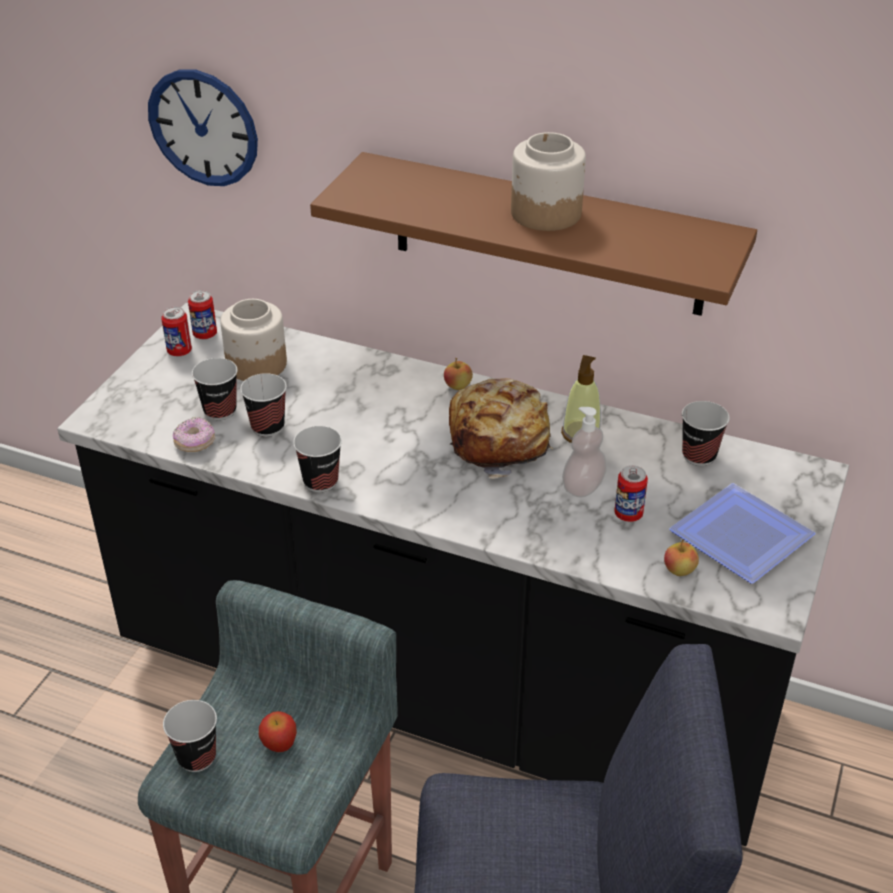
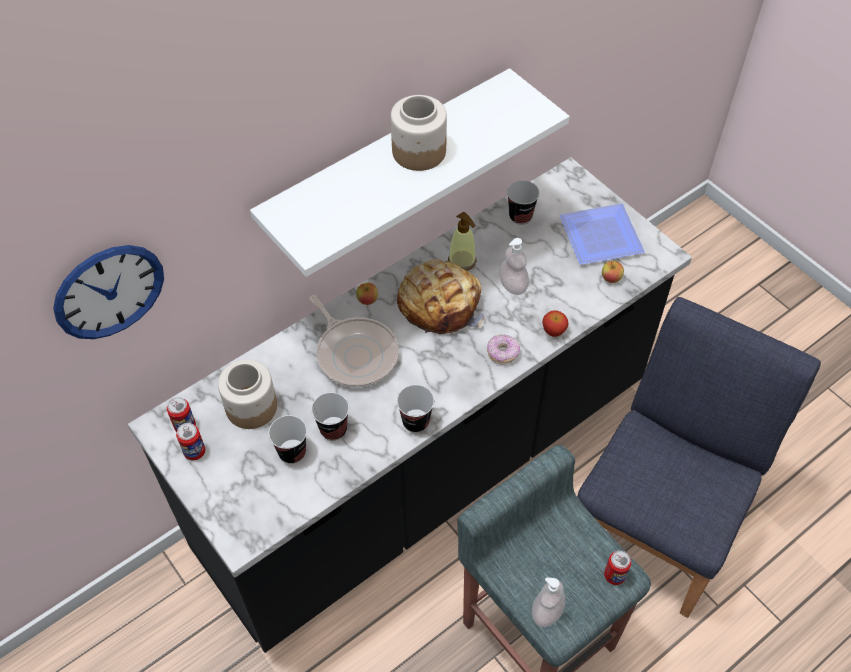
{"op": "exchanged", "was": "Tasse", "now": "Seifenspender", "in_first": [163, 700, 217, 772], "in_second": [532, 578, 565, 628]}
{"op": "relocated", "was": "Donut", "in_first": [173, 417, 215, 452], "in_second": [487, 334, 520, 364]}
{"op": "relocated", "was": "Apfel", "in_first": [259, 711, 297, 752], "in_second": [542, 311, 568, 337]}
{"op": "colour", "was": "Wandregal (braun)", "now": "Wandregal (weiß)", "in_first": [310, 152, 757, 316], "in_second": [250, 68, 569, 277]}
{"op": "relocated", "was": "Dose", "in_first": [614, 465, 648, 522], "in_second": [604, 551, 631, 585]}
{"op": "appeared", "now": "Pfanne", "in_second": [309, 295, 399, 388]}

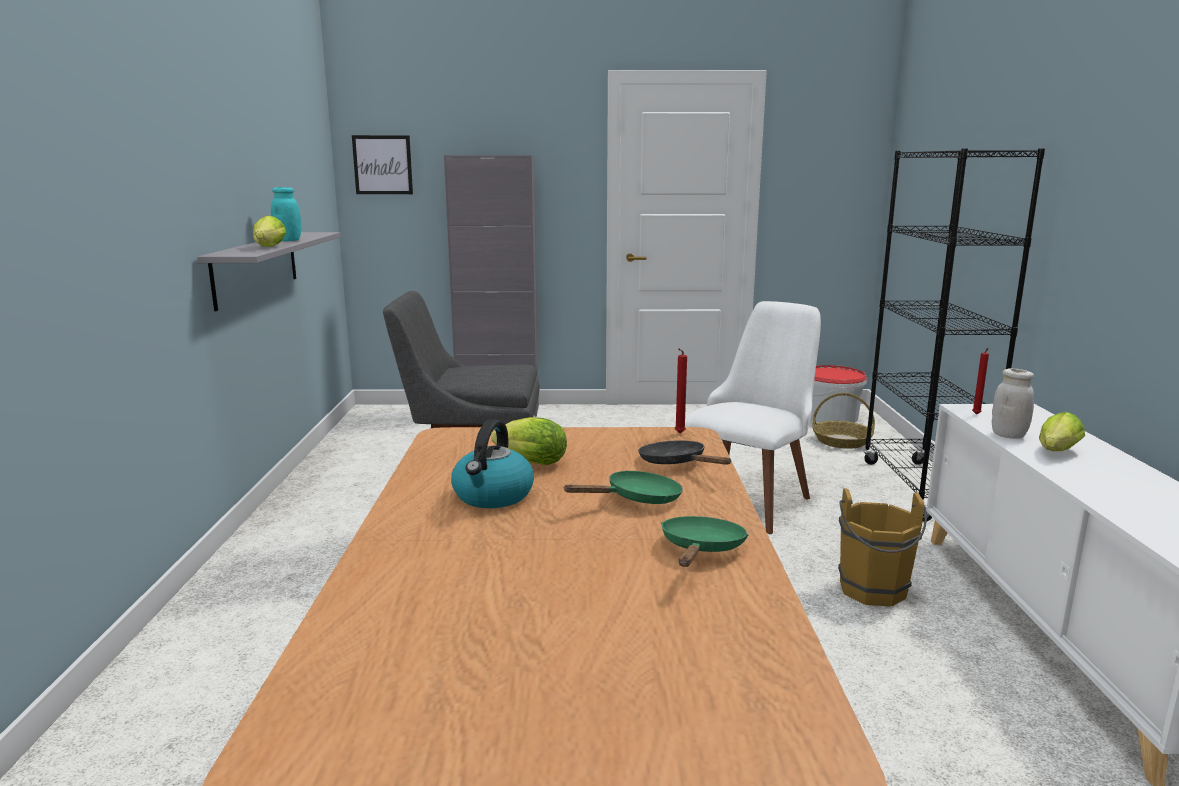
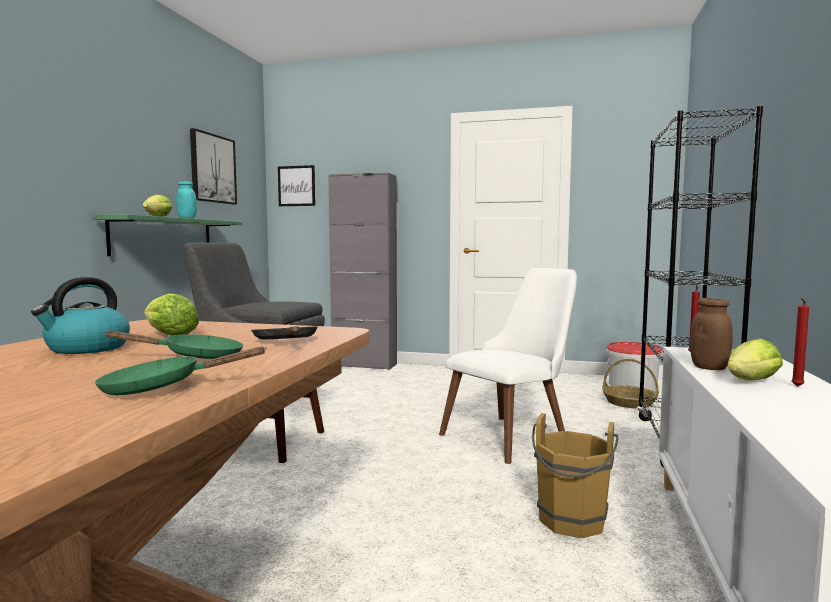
{"op": "colour", "was": "Wandregal (grau)", "now": "Wandregal (grün)", "in_first": [197, 232, 341, 311], "in_second": [93, 214, 242, 256]}
{"op": "spun", "was": "Pfanne (grün)", "in_first": [661, 516, 749, 567], "in_second": [95, 347, 267, 395], "clockwise": -135}
{"op": "relocated", "was": "Kerze (rot)", "in_first": [675, 348, 687, 433], "in_second": [791, 298, 809, 387]}
{"op": "colour", "was": "Vorratsglas (weiß)", "now": "Vorratsglas (braun)", "in_first": [992, 368, 1034, 439], "in_second": [690, 298, 733, 370]}
{"op": "appeared", "now": "Bild", "in_second": [190, 128, 237, 204]}

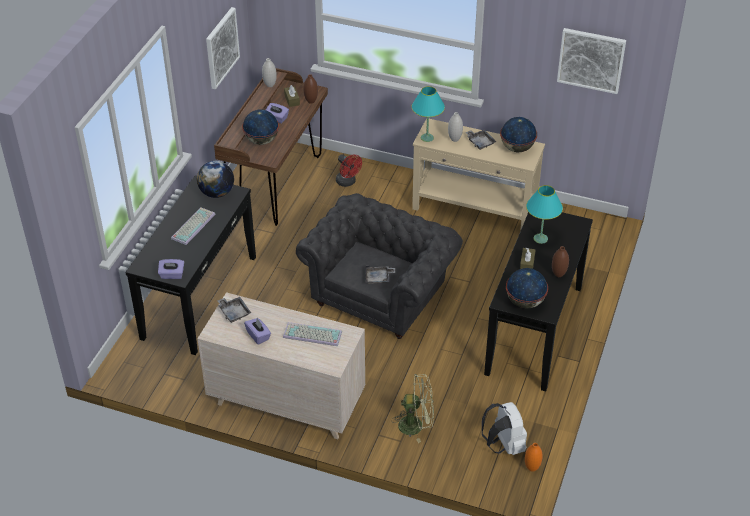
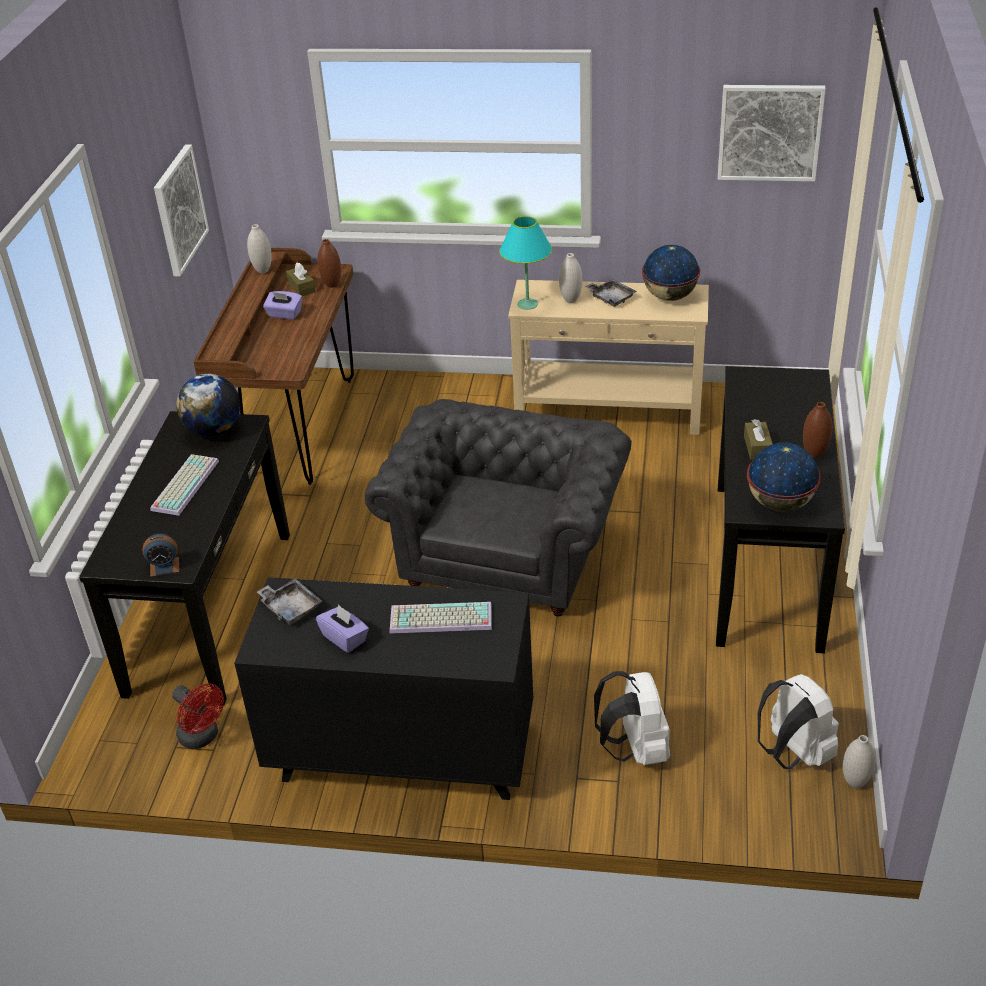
{"op": "exchanged", "was": "Taschentuchbox (lila)", "now": "Wecker", "in_first": [158, 259, 184, 279], "in_second": [143, 534, 179, 577]}
{"op": "colour", "was": "Kommode (beige)", "now": "Kommode (schwarz)", "in_first": [197, 292, 365, 439], "in_second": [234, 577, 533, 800]}
{"op": "missing", "was": "Globus", "in_first": [242, 109, 279, 145]}
{"op": "relocated", "was": "Ventilator (rot)", "in_first": [336, 154, 362, 187], "in_second": [172, 683, 224, 749]}
{"op": "missing", "was": "Tablett (grau)", "in_first": [365, 265, 395, 284]}
{"op": "exchanged", "was": "Ventilator (grün)", "now": "Rucksack (weiß)", "in_first": [391, 374, 434, 443], "in_second": [594, 671, 670, 765]}
{"op": "colour", "was": "Vase (orange)", "now": "Vase (weiß)", "in_first": [525, 443, 543, 472], "in_second": [843, 735, 875, 788]}
{"op": "missing", "was": "Tischlampe (türkis)", "in_first": [526, 185, 563, 244]}

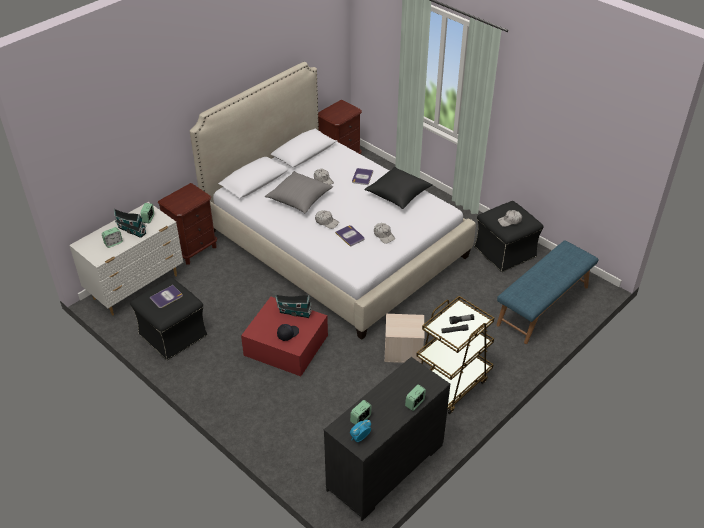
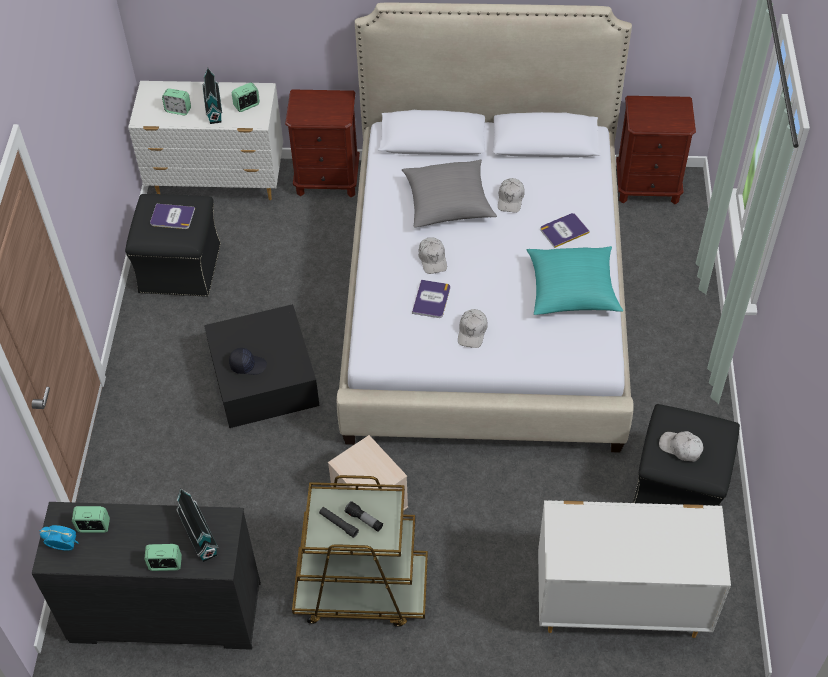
{"op": "colour", "was": "Aufbewahrungsbox (rot)", "now": "Aufbewahrungsbox (schwarz)", "in_first": [241, 297, 328, 376], "in_second": [204, 304, 320, 428]}
{"op": "relocated", "was": "Spielzeughaus", "in_first": [275, 295, 312, 318], "in_second": [176, 488, 218, 562]}
{"op": "colour", "was": "Kissen (schwarz)", "now": "Kissen (türkis)", "in_first": [364, 167, 433, 209], "in_second": [527, 246, 623, 315]}
{"op": "exchanged", "was": "Bank (blau)", "now": "Kommode (weiß)", "in_first": [496, 241, 599, 344], "in_second": [538, 500, 731, 638]}

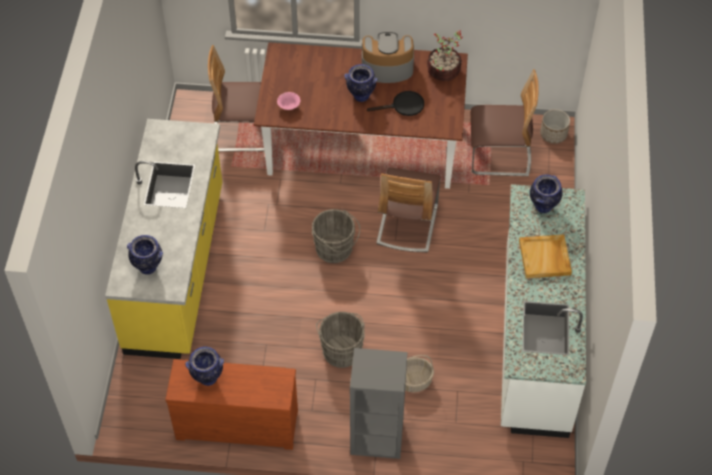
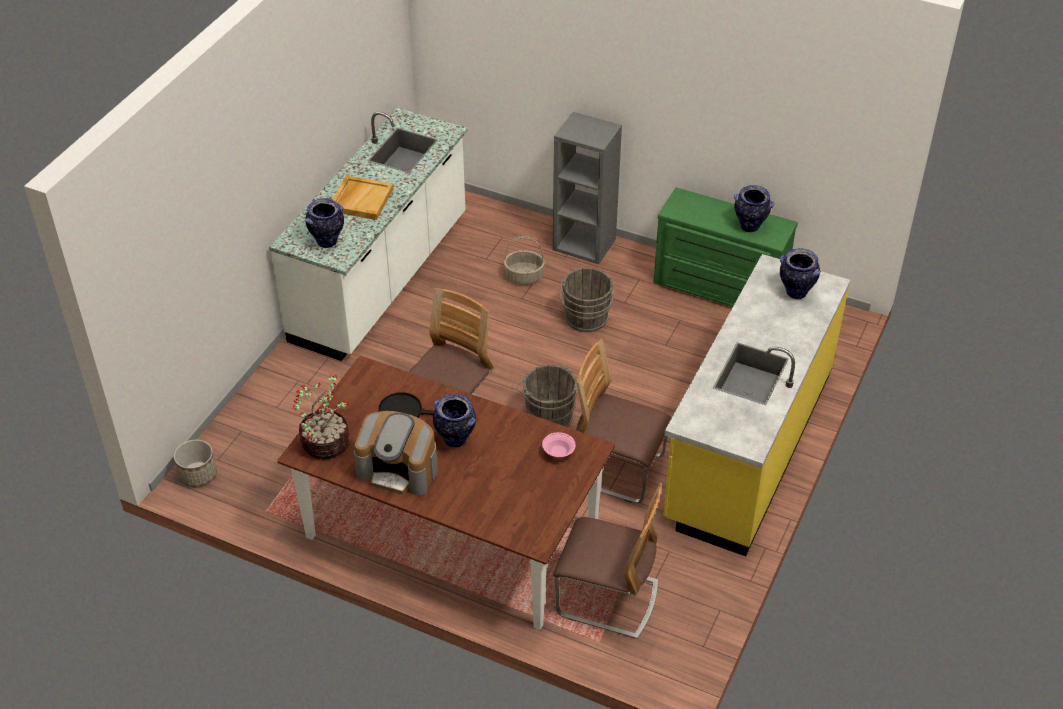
{"op": "colour", "was": "Kommode (braun)", "now": "Kommode (grün)", "in_first": [165, 359, 298, 450], "in_second": [653, 187, 798, 307]}
{"op": "relocated", "was": "Stuhl", "in_first": [471, 69, 539, 176], "in_second": [576, 339, 671, 503]}

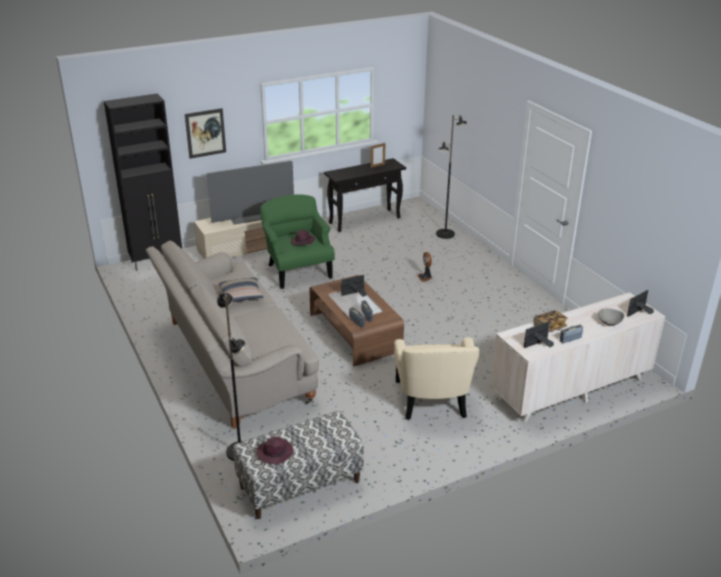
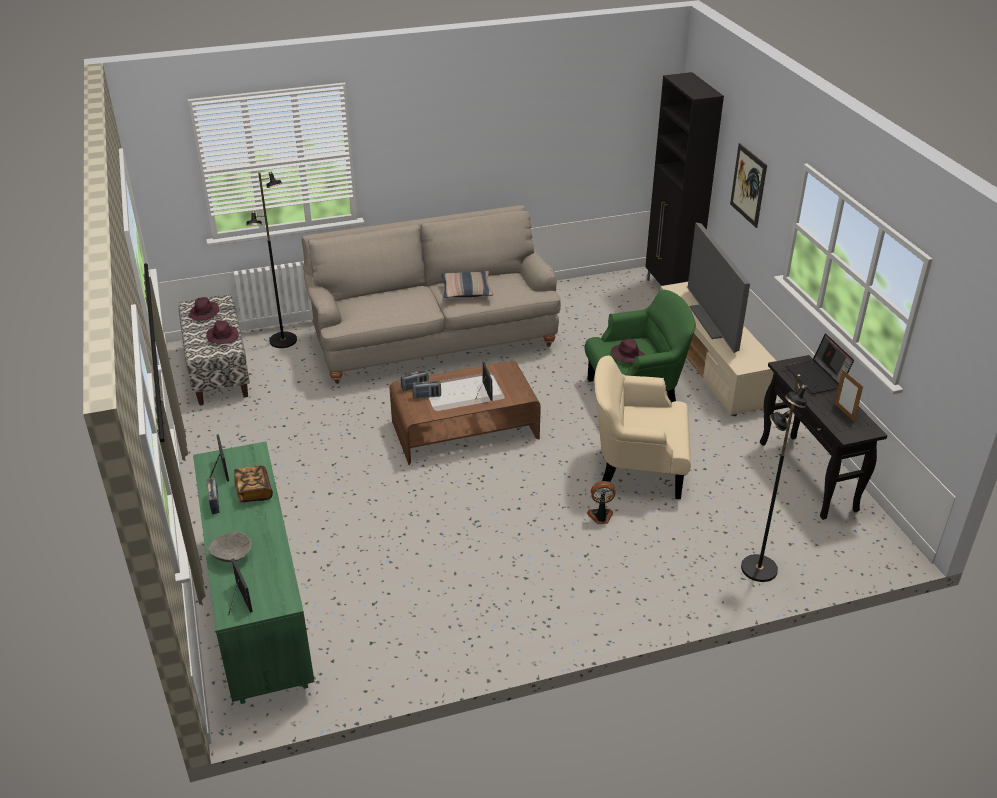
{"op": "relocated", "was": "Sessel (beige)", "in_first": [394, 337, 480, 420], "in_second": [594, 356, 691, 499]}
{"op": "colour", "was": "Kommode (beige)", "now": "Kommode (grün)", "in_first": [490, 292, 665, 423], "in_second": [193, 441, 315, 704]}
{"op": "appeared", "now": "Hut (lila)", "in_second": [206, 320, 239, 344]}
{"op": "appeared", "now": "Laptop", "in_second": [786, 334, 854, 394]}

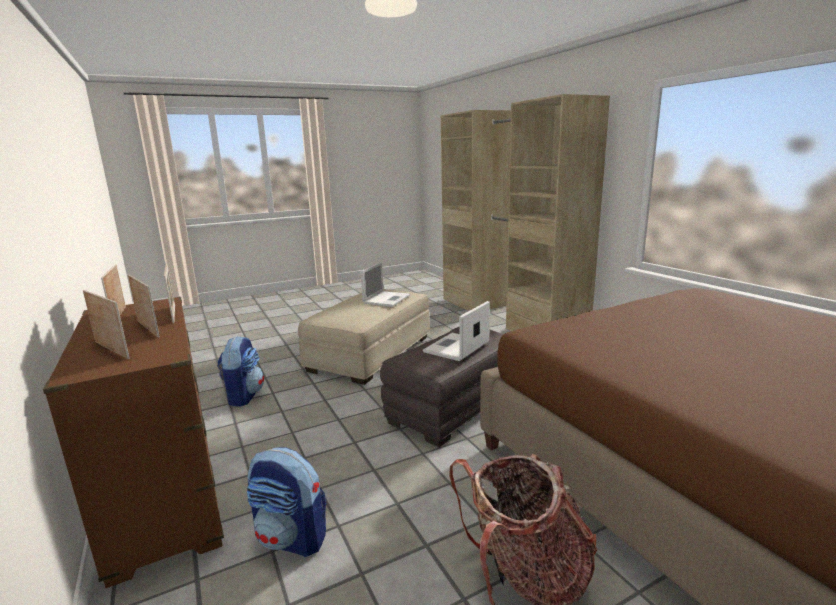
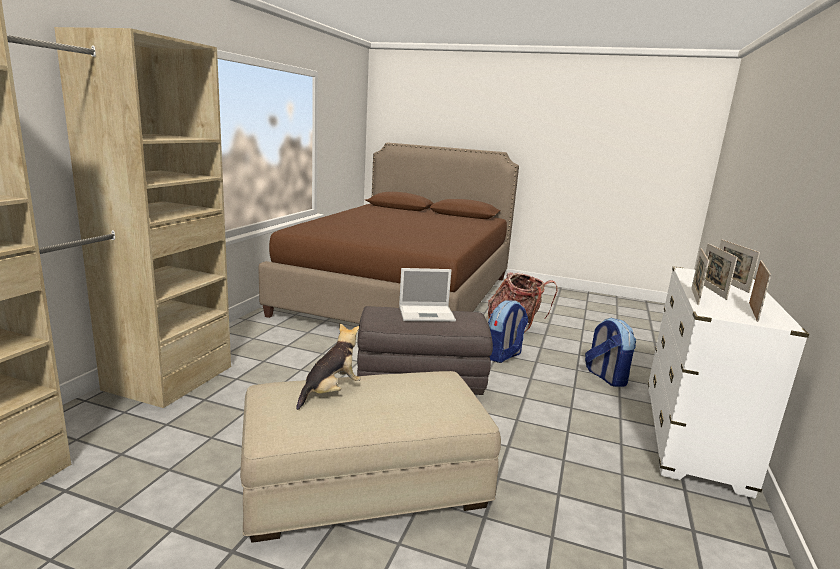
{"op": "colour", "was": "Kommode (braun)", "now": "Kommode (weiß)", "in_first": [43, 297, 224, 588], "in_second": [648, 266, 809, 499]}
{"op": "relocated", "was": "Rucksack", "in_first": [217, 336, 265, 407], "in_second": [488, 300, 528, 363]}
{"op": "exchanged", "was": "Laptop", "now": "Plüschtier", "in_first": [361, 262, 410, 307], "in_second": [296, 323, 361, 410]}

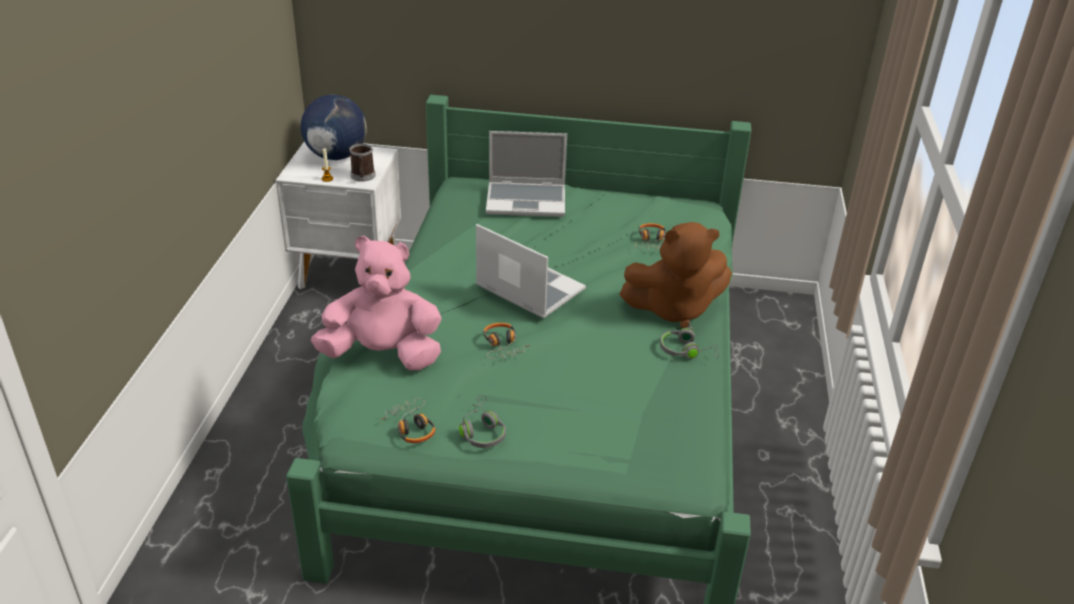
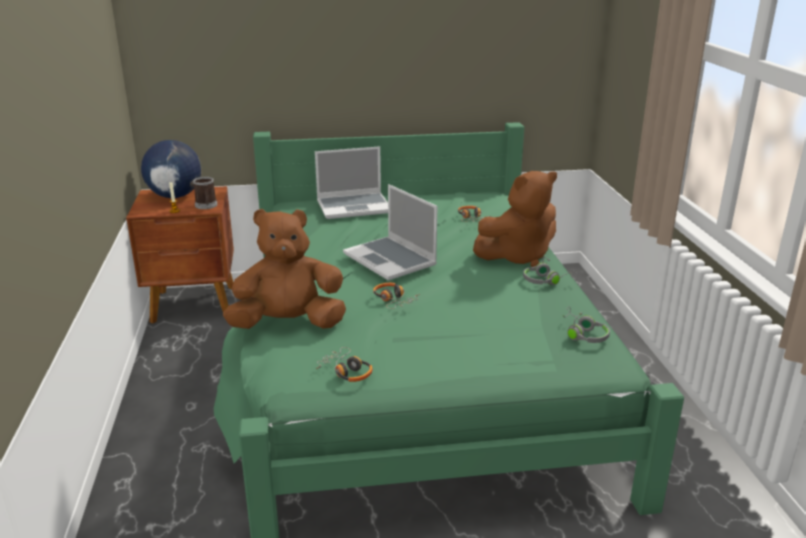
{"op": "colour", "was": "Nachttisch (weiß)", "now": "Nachttisch (braun)", "in_first": [275, 142, 401, 289], "in_second": [126, 186, 234, 324]}
{"op": "colour", "was": "Plüschtier (rosa)", "now": "Plüschtier (braun)", "in_first": [311, 236, 441, 370], "in_second": [223, 209, 346, 329]}
{"op": "relocated", "was": "Kopfhörer (grau)", "in_first": [459, 395, 506, 448], "in_second": [563, 306, 610, 343]}
{"op": "spun", "was": "Laptop", "in_first": [476, 224, 586, 318], "in_second": [343, 184, 438, 281], "clockwise": -150}

